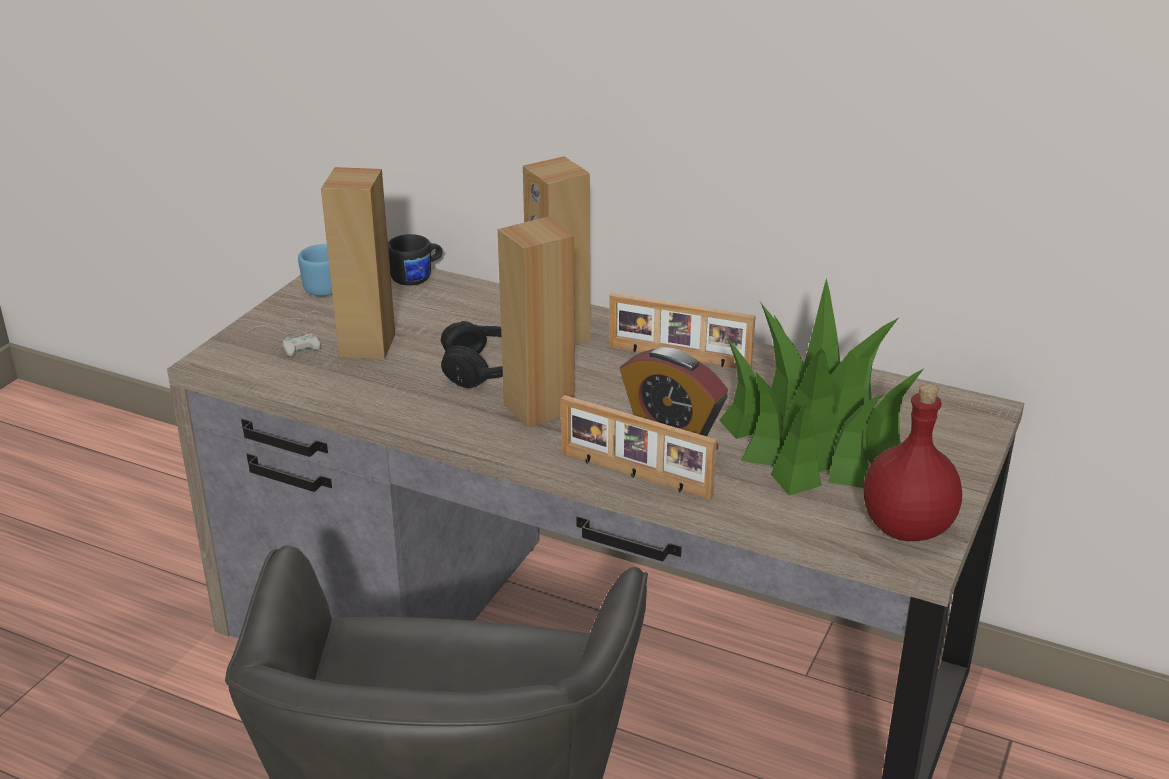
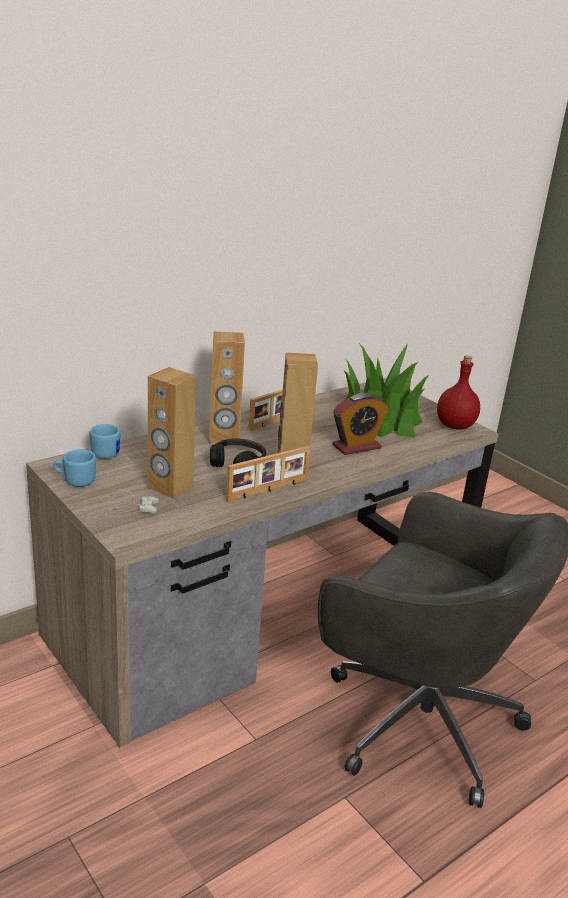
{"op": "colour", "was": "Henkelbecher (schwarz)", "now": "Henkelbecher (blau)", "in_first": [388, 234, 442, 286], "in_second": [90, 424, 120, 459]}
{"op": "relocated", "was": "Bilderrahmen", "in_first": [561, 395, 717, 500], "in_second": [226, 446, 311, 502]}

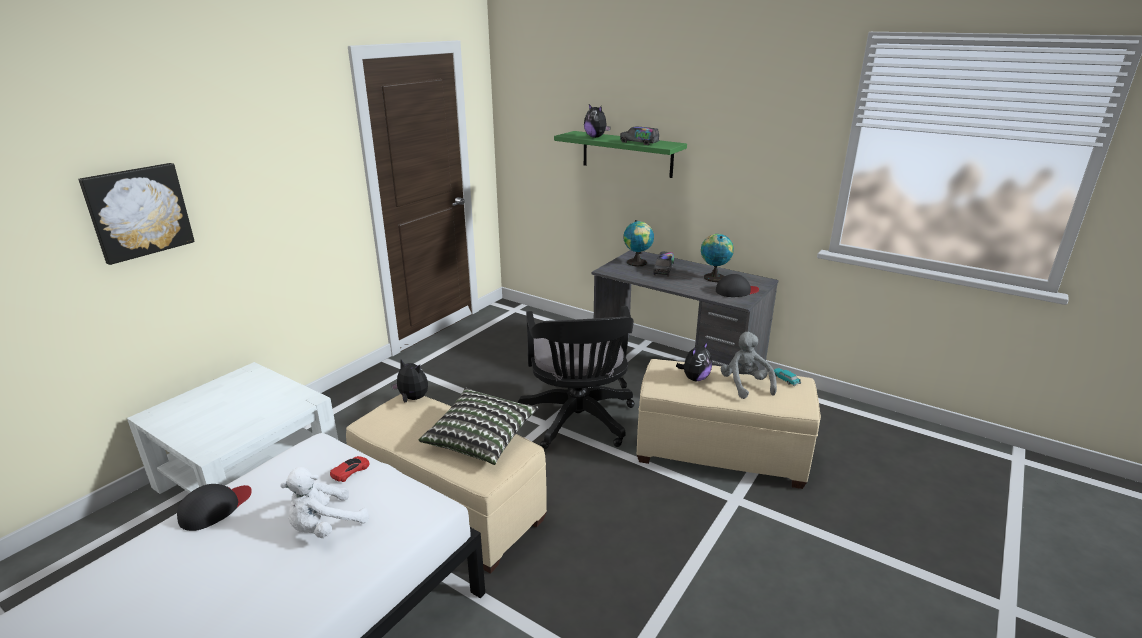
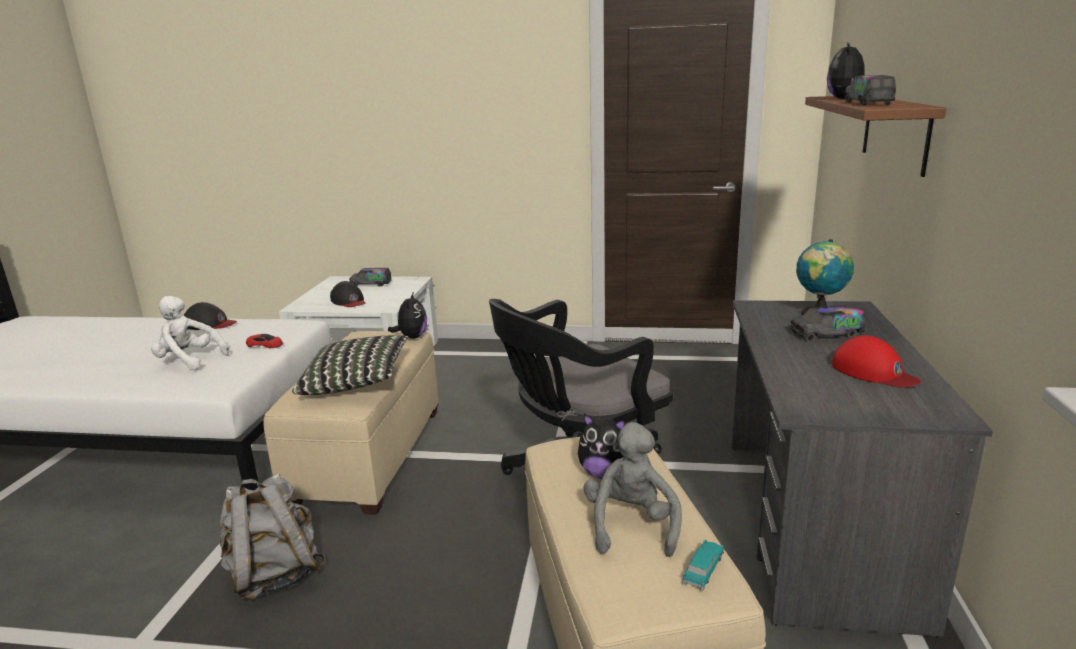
{"op": "missing", "was": "Bild", "in_first": [78, 163, 195, 265]}
{"op": "colour", "was": "Wandregal (grün)", "now": "Wandregal (braun)", "in_first": [554, 131, 687, 178], "in_second": [805, 96, 946, 177]}
{"op": "exchanged", "was": "Globus", "now": "Kappe (rot)", "in_first": [701, 234, 734, 282], "in_second": [832, 335, 921, 388]}
{"op": "relocated", "was": "Kappe (schwarz)", "in_first": [716, 274, 759, 297], "in_second": [330, 281, 365, 307]}
{"op": "spun", "was": "Plüschtier (grau)", "in_first": [721, 332, 777, 399], "in_second": [583, 422, 682, 557], "clockwise": -45}
{"op": "appeared", "now": "Rucksack (grau)", "in_second": [219, 473, 325, 600]}
{"op": "appeared", "now": "Spielzeuglaster", "in_second": [349, 268, 392, 287]}

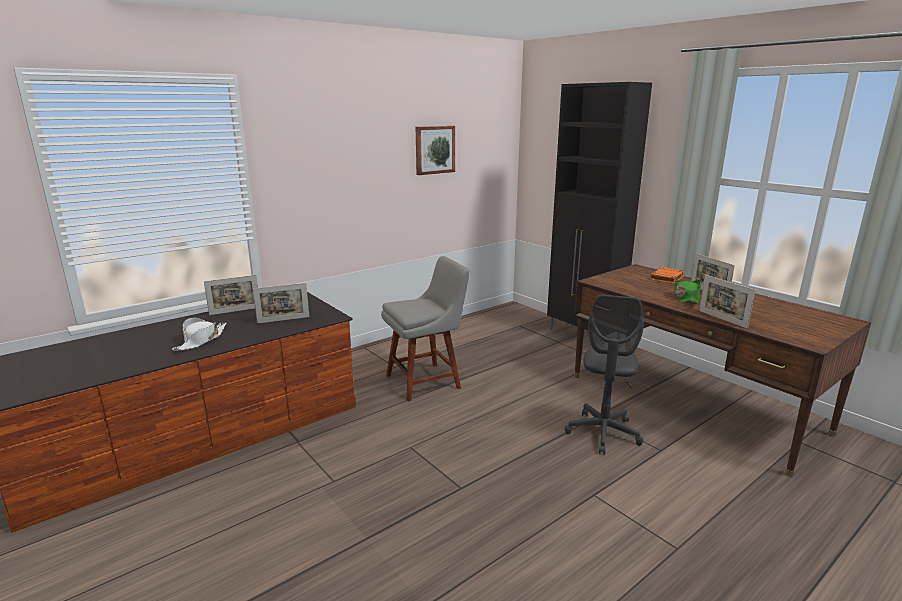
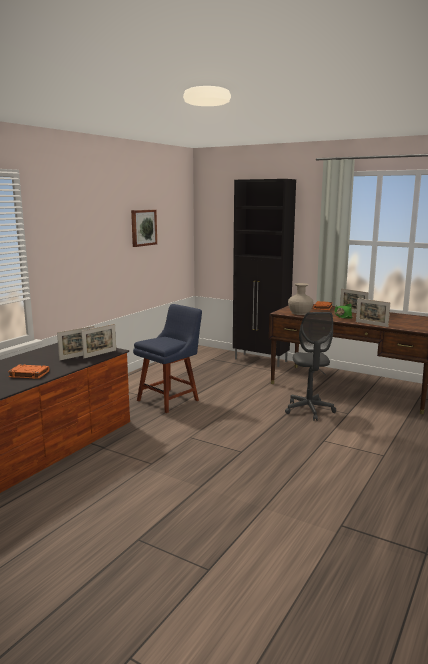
{"op": "exchanged", "was": "Hut (weiß)", "now": "Buch (orange)", "in_first": [172, 318, 226, 351], "in_second": [8, 365, 49, 379]}
{"op": "relocated", "was": "Bilderrahmen", "in_first": [204, 275, 258, 315], "in_second": [82, 324, 116, 359]}
{"op": "colour", "was": "Stuhl (grau)", "now": "Stuhl (blau)", "in_first": [381, 256, 470, 401], "in_second": [133, 304, 202, 413]}
{"op": "appeared", "now": "Vase (beige)", "in_second": [288, 283, 313, 315]}

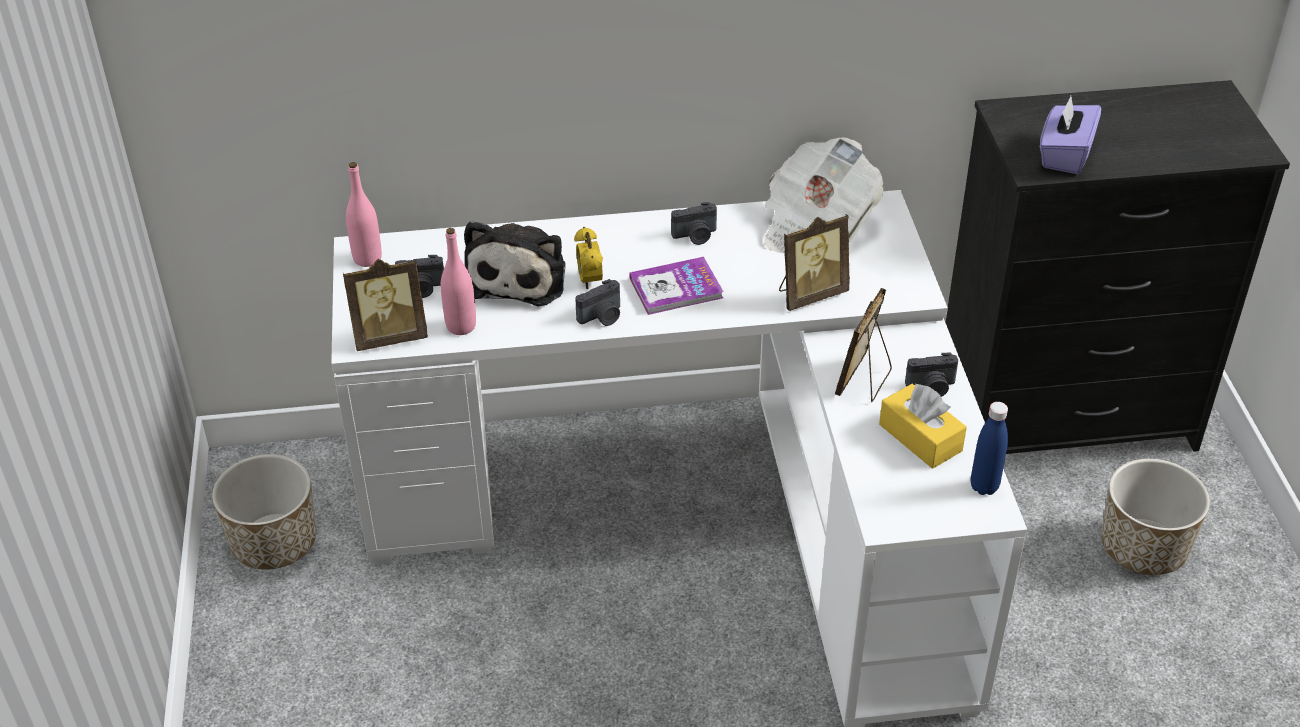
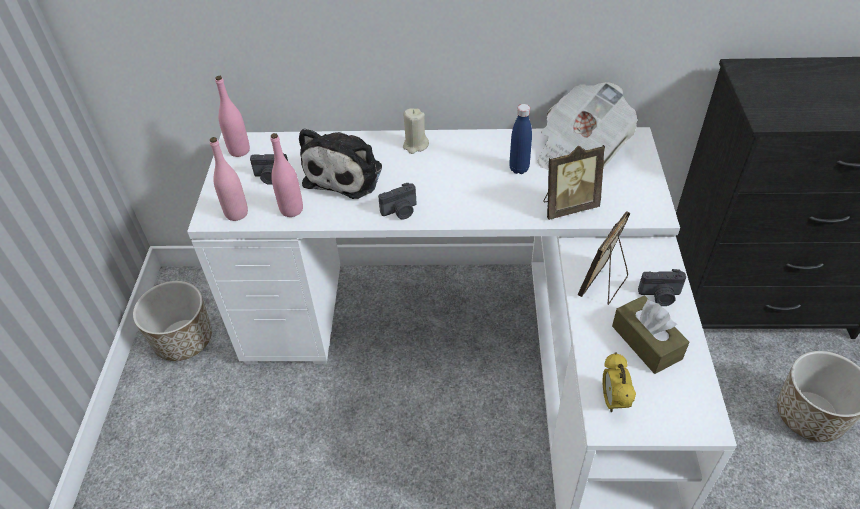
{"op": "exchanged", "was": "Bilderrahmen", "now": "Flasche (rosa)", "in_first": [343, 259, 428, 351], "in_second": [210, 137, 248, 221]}
{"op": "relocated", "was": "Wecker", "in_first": [574, 227, 603, 290], "in_second": [602, 352, 636, 412]}
{"op": "missing", "was": "Buch", "in_first": [630, 257, 723, 315]}
{"op": "missing", "was": "Kamera", "in_first": [671, 202, 717, 245]}
{"op": "colour", "was": "Taschentuchbox (gelb)", "now": "Taschentuchbox (braun)", "in_first": [879, 383, 967, 469], "in_second": [612, 295, 689, 374]}
{"op": "relocated", "was": "Flasche (blau)", "in_first": [971, 402, 1008, 495], "in_second": [509, 104, 532, 174]}
{"op": "missing", "was": "Taschentuchbox (lila)", "in_first": [1040, 96, 1101, 174]}
{"op": "appeared", "now": "Kerze (beige)", "in_second": [403, 108, 429, 154]}

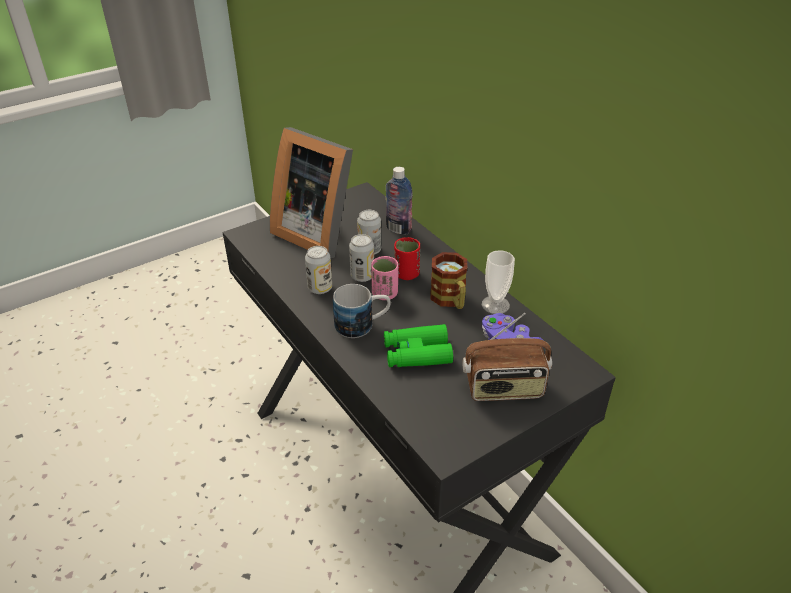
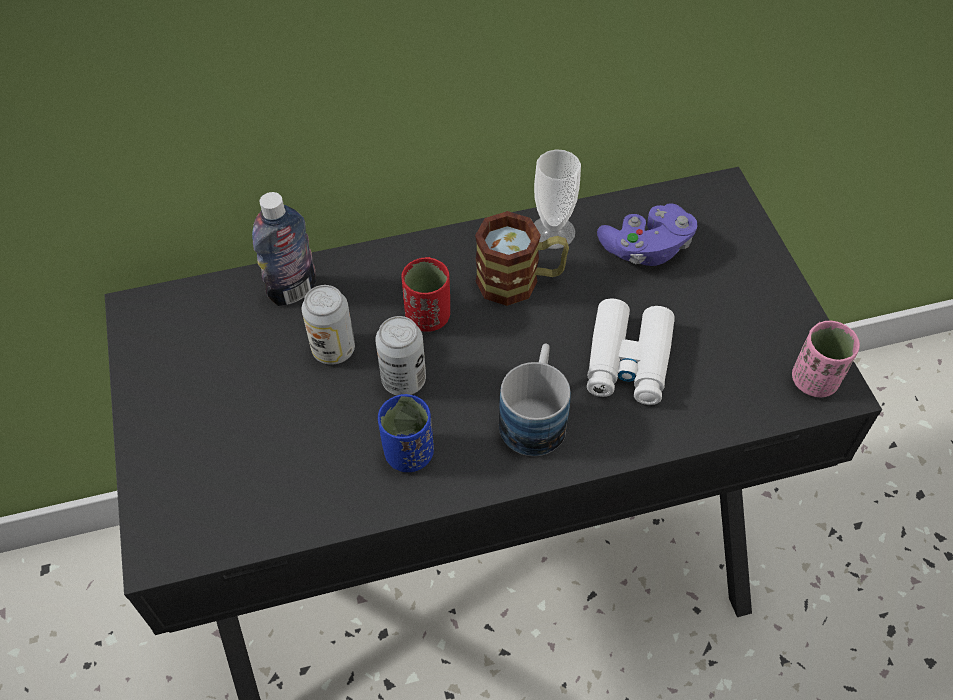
{"op": "missing", "was": "Bilderrahmen", "in_first": [270, 127, 353, 258]}
{"op": "exchanged", "was": "Dose", "now": "Tasse (blau)", "in_first": [305, 246, 332, 294], "in_second": [378, 394, 434, 472]}
{"op": "relocated", "was": "Tasse (rosa)", "in_first": [371, 256, 398, 300], "in_second": [792, 321, 860, 398]}
{"op": "colour", "was": "Fernglas (grün)", "now": "Fernglas (weiß)", "in_first": [384, 324, 453, 367], "in_second": [587, 299, 675, 405]}
{"op": "missing", "was": "Radio", "in_first": [463, 313, 552, 401]}

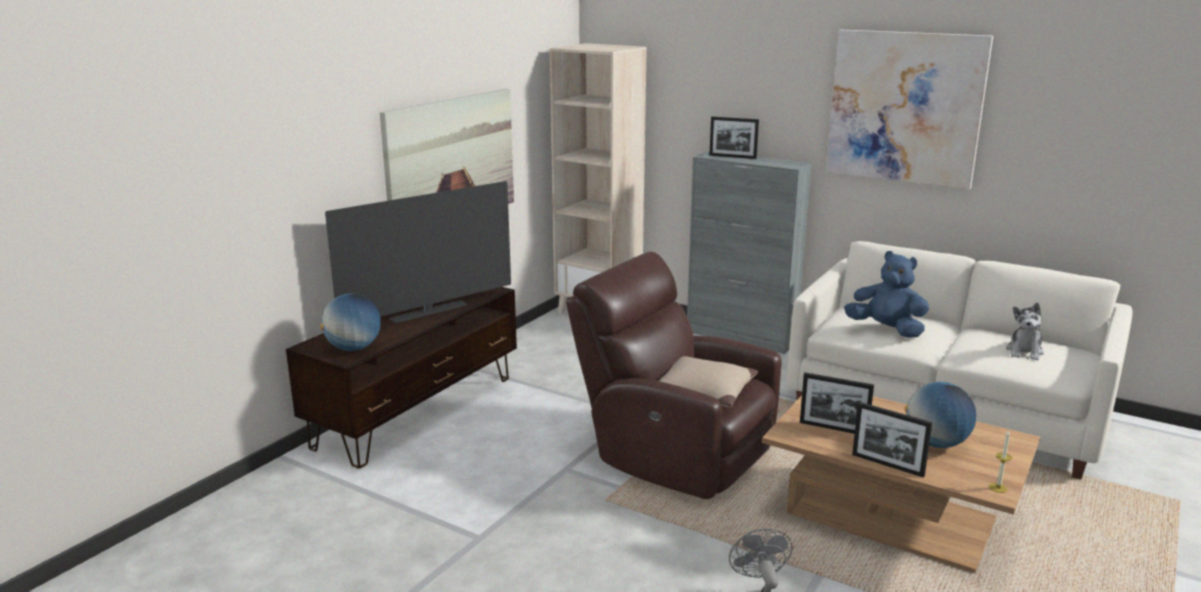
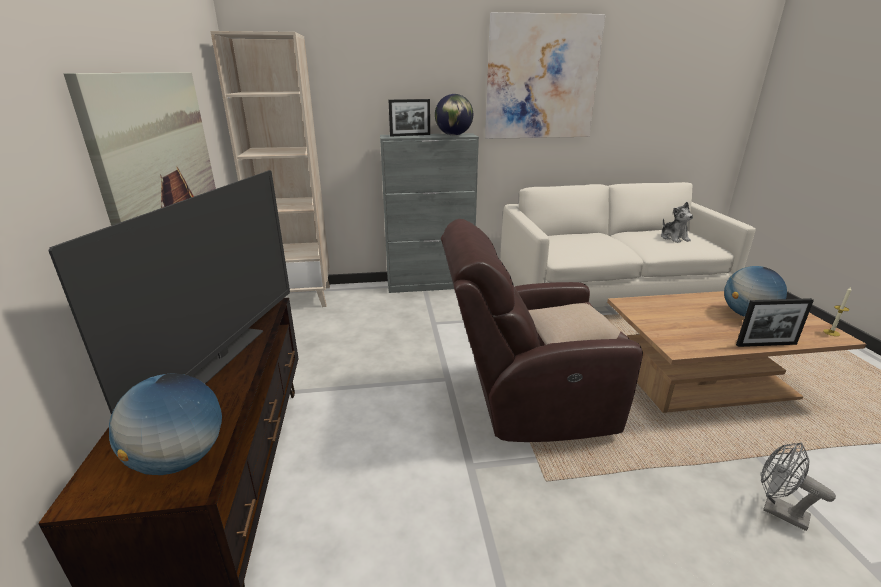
{"op": "missing", "was": "Bilderrahmen", "in_first": [800, 372, 874, 434]}
{"op": "missing", "was": "Plüschtier (blau)", "in_first": [844, 251, 929, 338]}
{"op": "appeared", "now": "Globus", "in_second": [435, 94, 473, 135]}

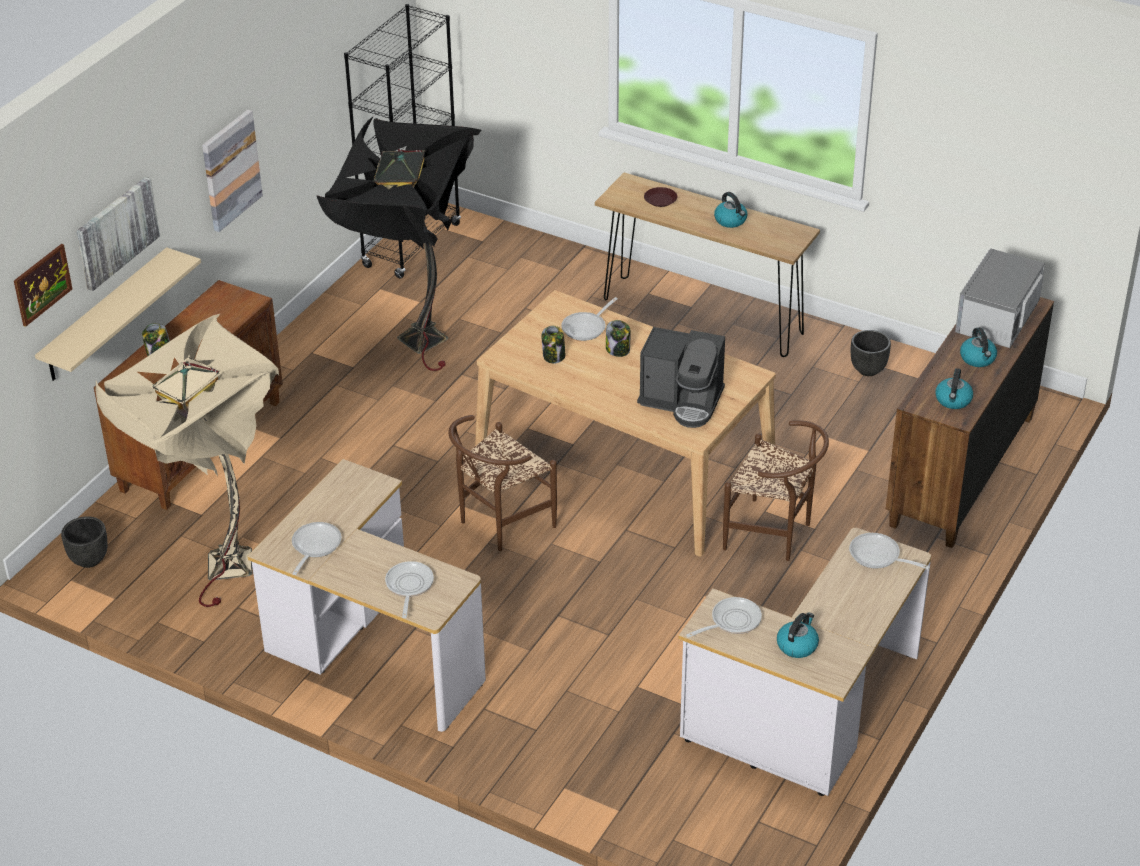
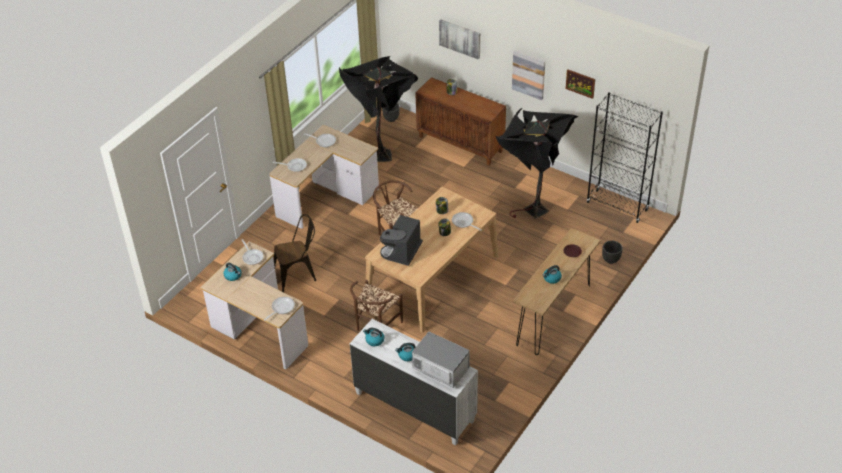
{"op": "relocated", "was": "Bild", "in_first": [14, 244, 72, 327], "in_second": [565, 69, 595, 99]}
{"op": "missing", "was": "Wandregal (beige)", "in_first": [35, 247, 201, 381]}
{"op": "colour", "was": "Stehlampe (beige)", "now": "Stehlampe (schwarz)", "in_first": [96, 313, 279, 607], "in_second": [339, 56, 418, 162]}
{"op": "relocated", "was": "Pflanzkübel (schwarz)", "in_first": [851, 330, 891, 376], "in_second": [602, 241, 623, 264]}
{"op": "colour", "was": "Kommode (braun)", "now": "Kommode (weiß)", "in_first": [886, 297, 1054, 548], "in_second": [350, 319, 478, 445]}
{"op": "appeared", "now": "Stuhl (braun)", "in_second": [274, 214, 316, 292]}

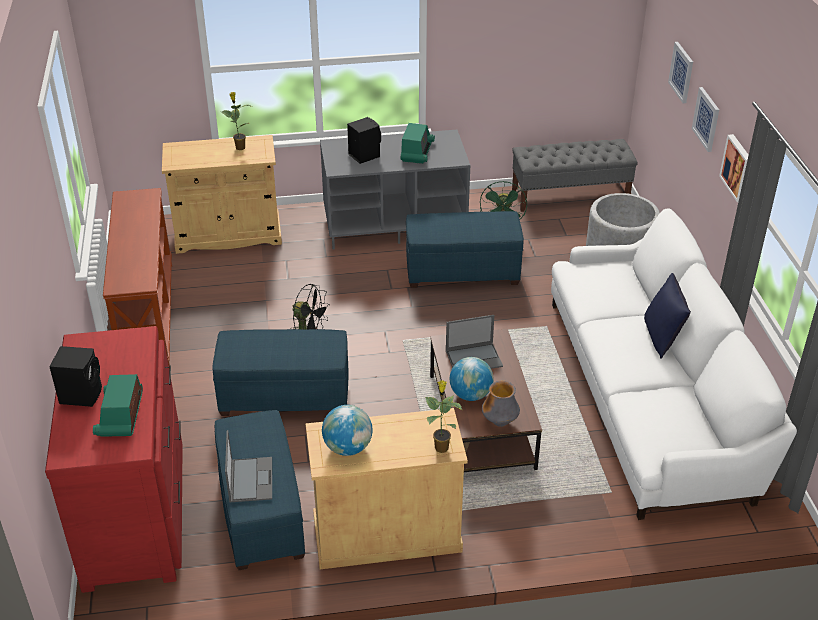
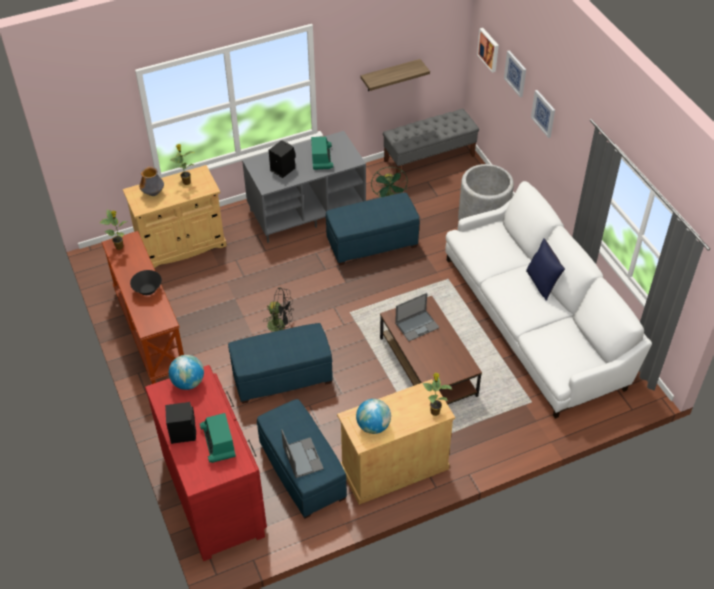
{"op": "relocated", "was": "Globus", "in_first": [450, 357, 494, 401], "in_second": [169, 355, 204, 390]}
{"op": "relocated", "was": "Vase", "in_first": [482, 381, 520, 427], "in_second": [139, 167, 164, 196]}
{"op": "relocated", "was": "Bild", "in_first": [719, 134, 749, 202], "in_second": [477, 28, 499, 73]}
{"op": "appeared", "now": "Topfpflanze", "in_second": [100, 210, 127, 250]}
{"op": "appeared", "now": "Schüssel (schwarz)", "in_second": [130, 270, 162, 295]}
{"op": "appeared", "now": "Wandregal", "in_second": [361, 59, 430, 91]}

